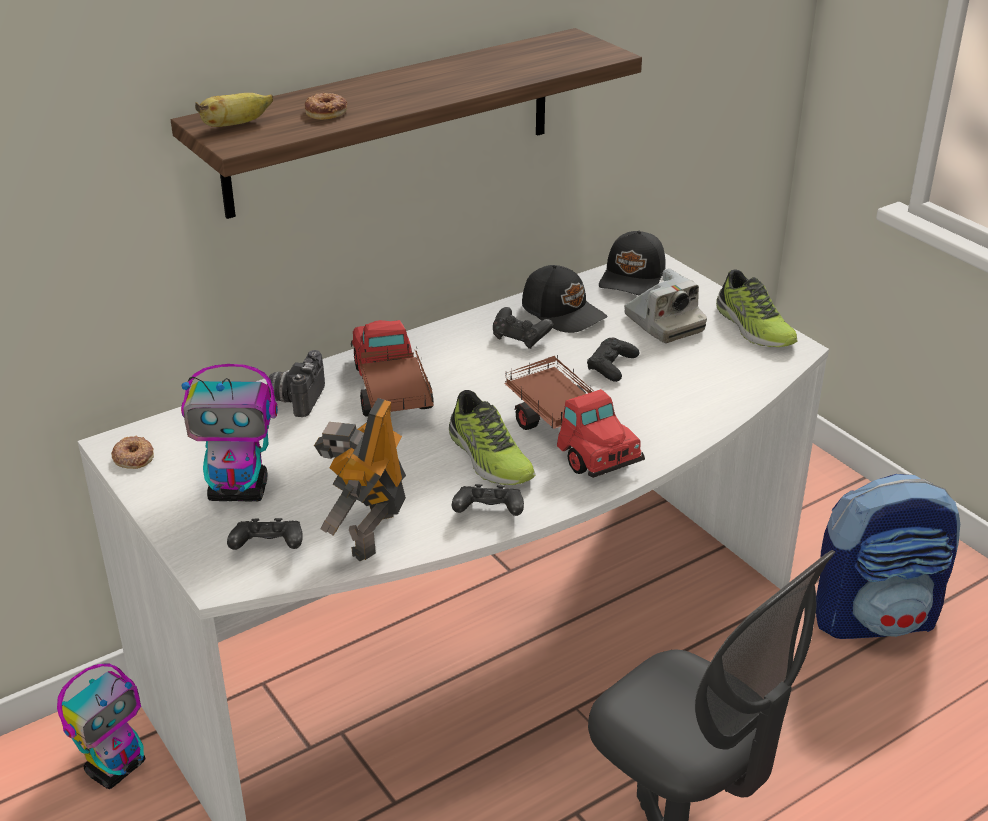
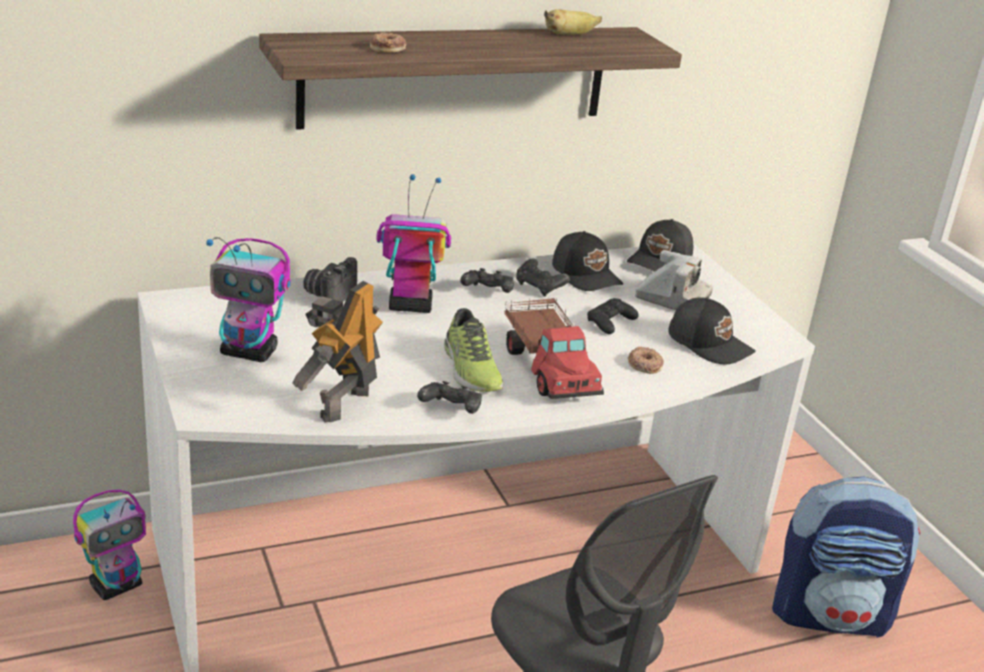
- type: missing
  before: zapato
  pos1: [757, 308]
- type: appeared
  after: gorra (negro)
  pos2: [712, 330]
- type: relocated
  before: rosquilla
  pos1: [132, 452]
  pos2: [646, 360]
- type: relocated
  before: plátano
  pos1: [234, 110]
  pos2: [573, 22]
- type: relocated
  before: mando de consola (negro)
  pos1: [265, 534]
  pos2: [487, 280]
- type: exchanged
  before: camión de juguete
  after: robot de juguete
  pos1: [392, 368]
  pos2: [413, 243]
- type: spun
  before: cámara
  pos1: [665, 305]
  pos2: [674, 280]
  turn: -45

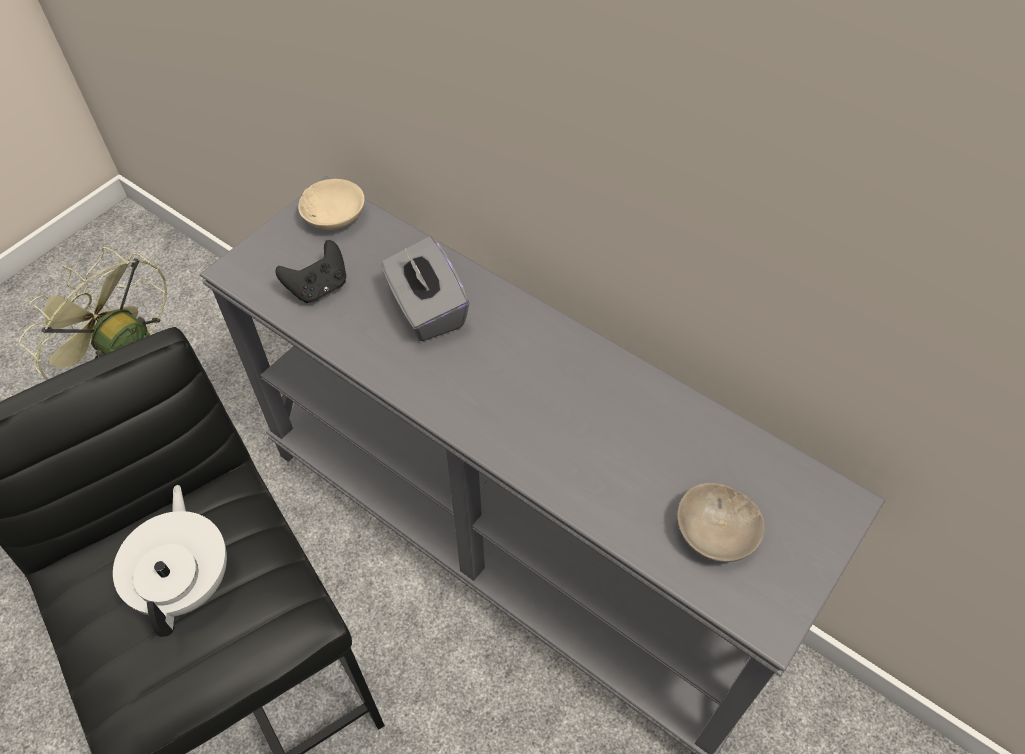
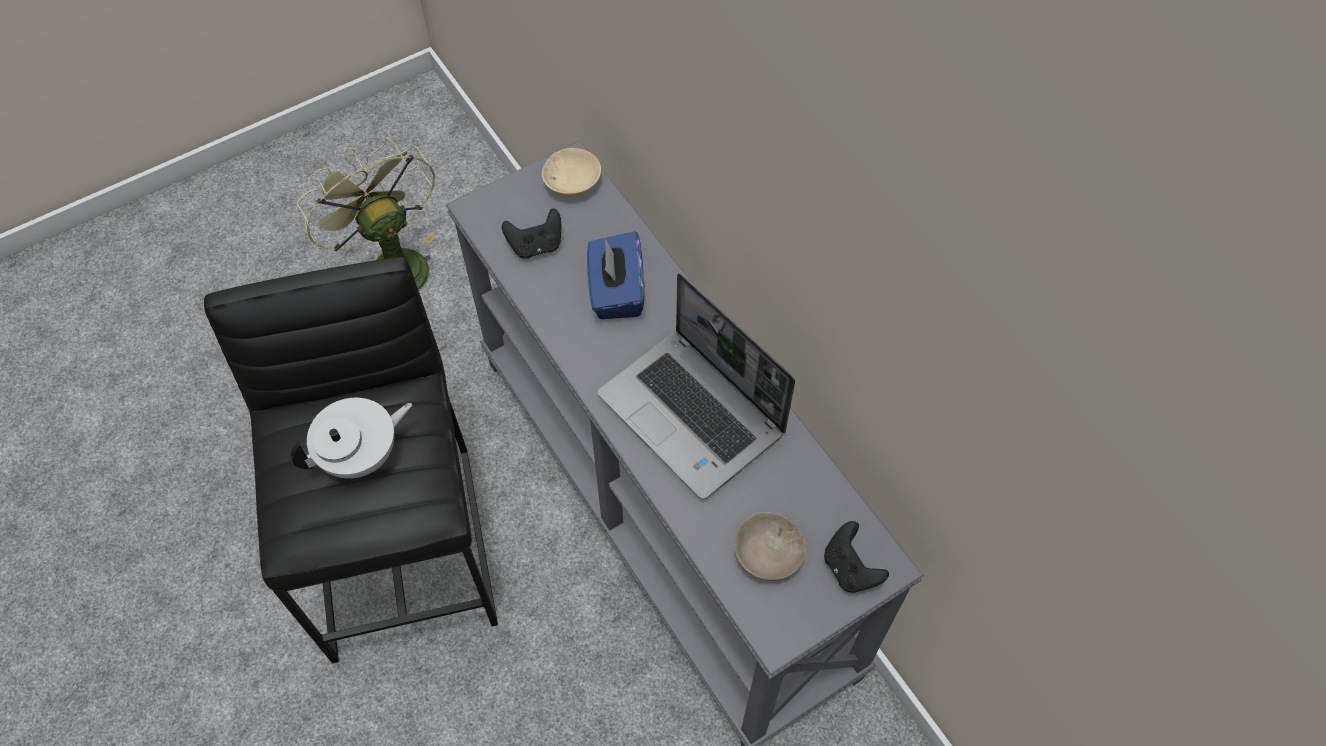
- type: appeared
  after: portátil
  pos2: [696, 386]
- type: appeared
  after: mando de consola (negro)
  pos2: [856, 557]
- type: colour
  before: caja de pañuelos (gris)
  after: caja de pañuelos (azul)
  pos1: [425, 288]
  pos2: [616, 275]
- type: spun
  before: tetera (blanco)
  pos1: [170, 561]
  pos2: [351, 438]
  turn: 45

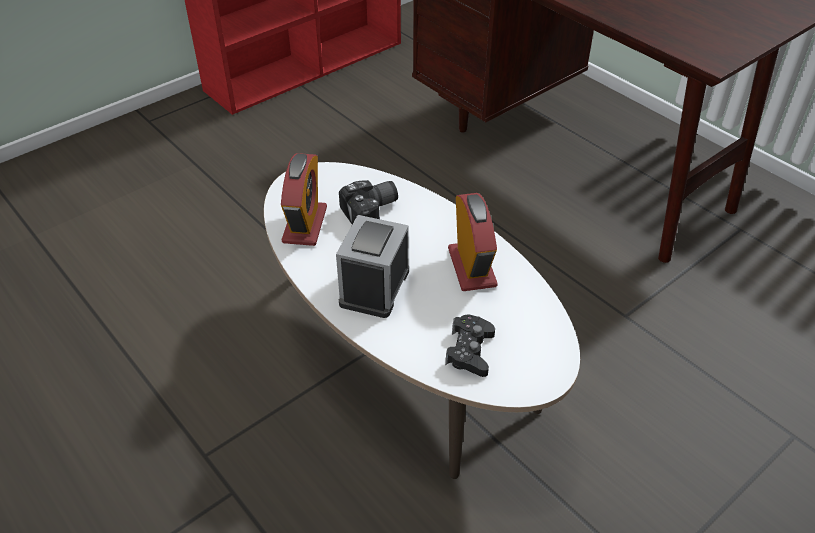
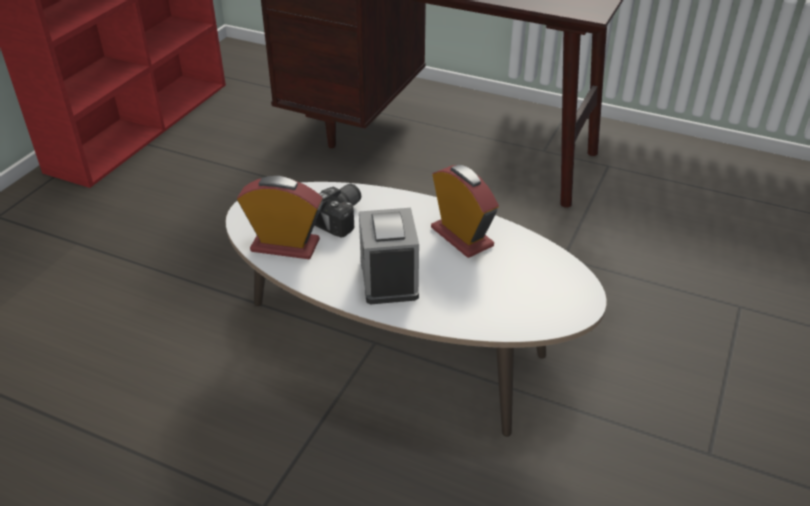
- type: missing
  before: mando de consola (negro)
  pos1: [470, 346]
- type: spun
  before: despertador
  pos1: [304, 199]
  pos2: [280, 217]
  turn: -60

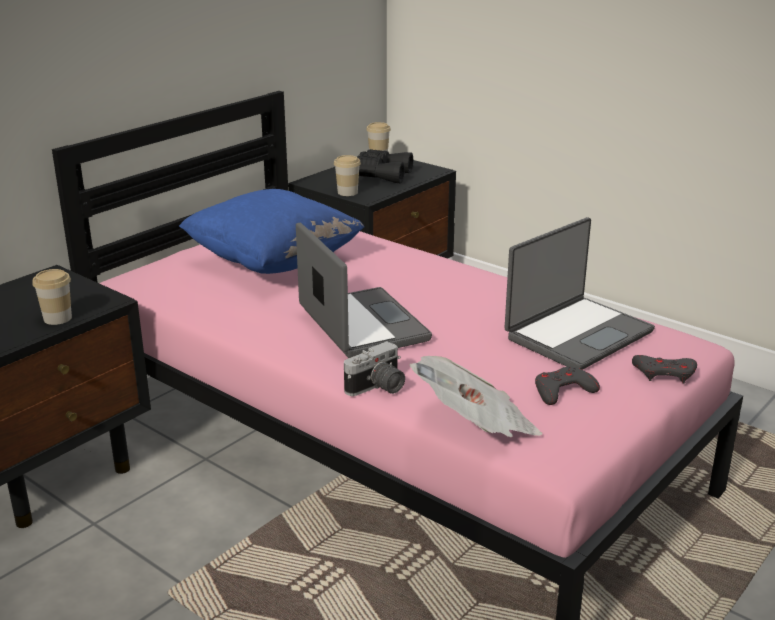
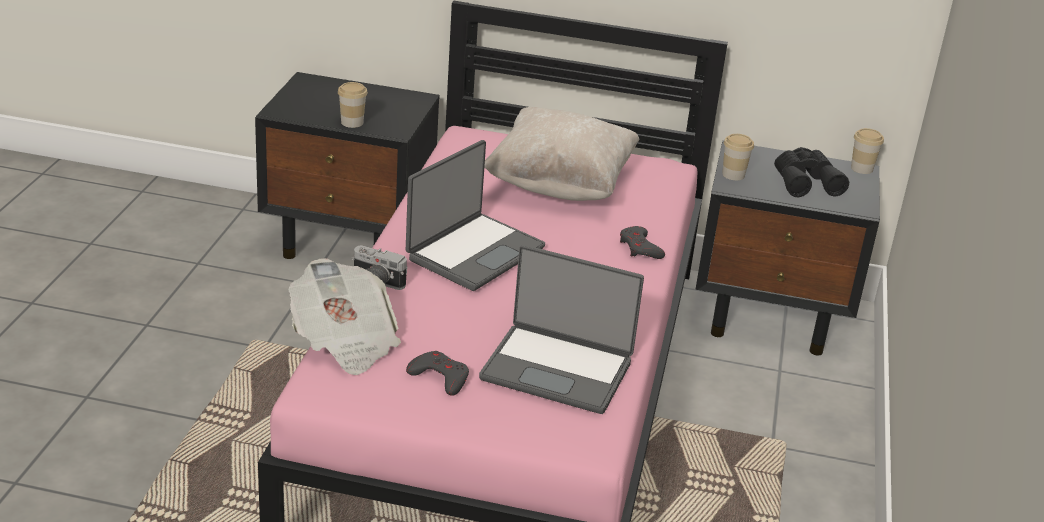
- type: relocated
  before: mando de consola (gris)
  pos1: [664, 369]
  pos2: [642, 242]
- type: colour
  before: cojín (azul)
  after: cojín (beis)
  pos1: [272, 231]
  pos2: [562, 154]

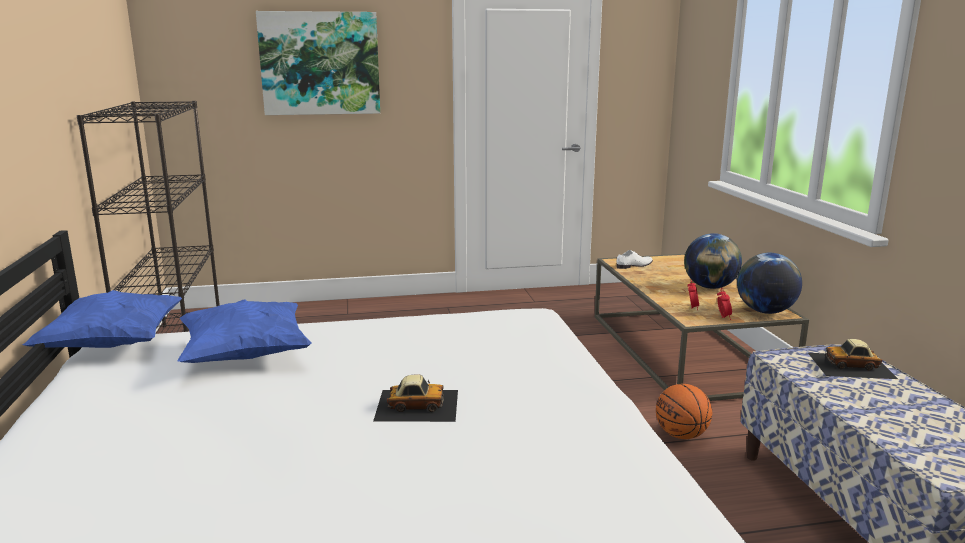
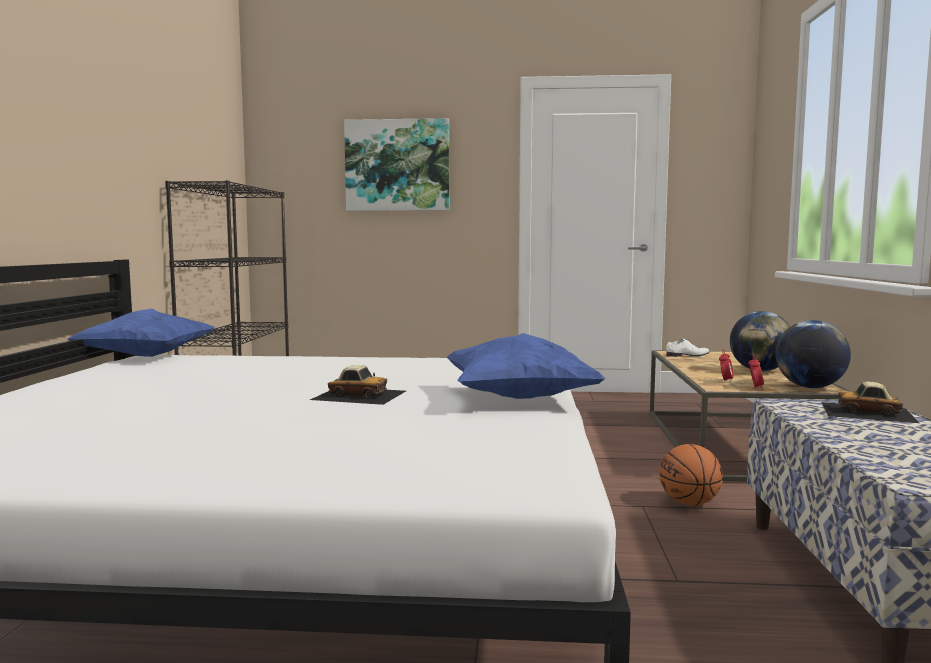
- type: relocated
  before: cojín (azul)
  pos1: [244, 331]
  pos2: [526, 366]

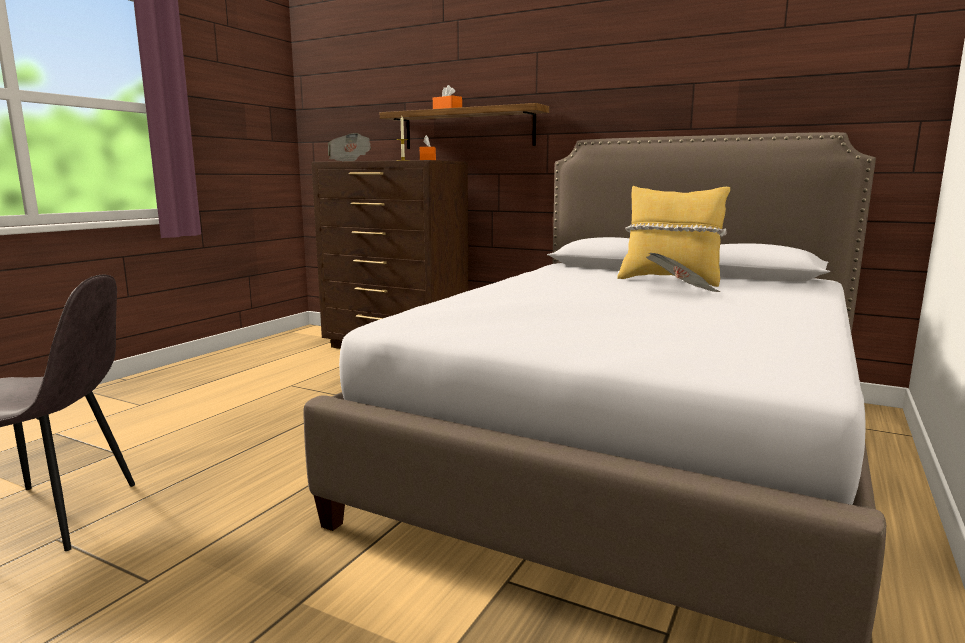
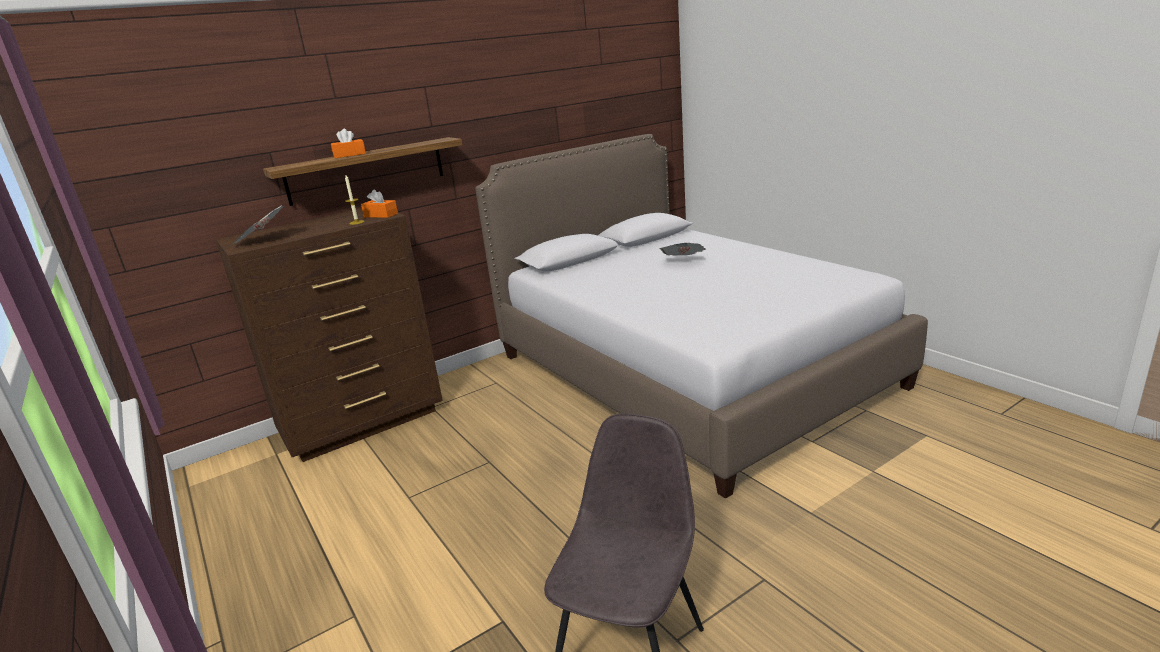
- type: missing
  before: cojín (amarillo)
  pos1: [673, 236]

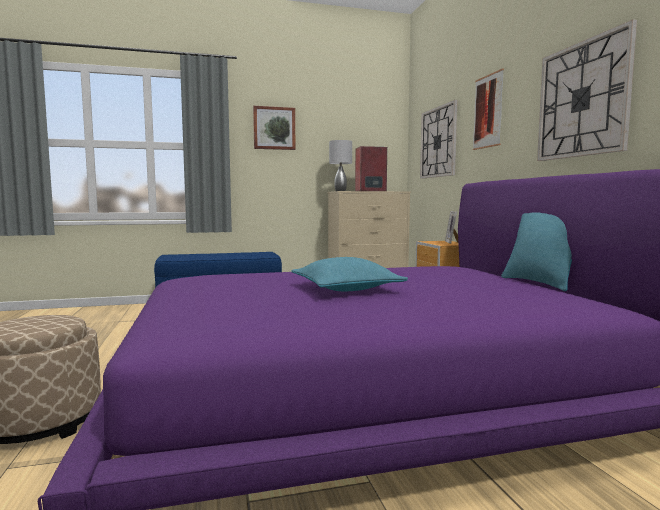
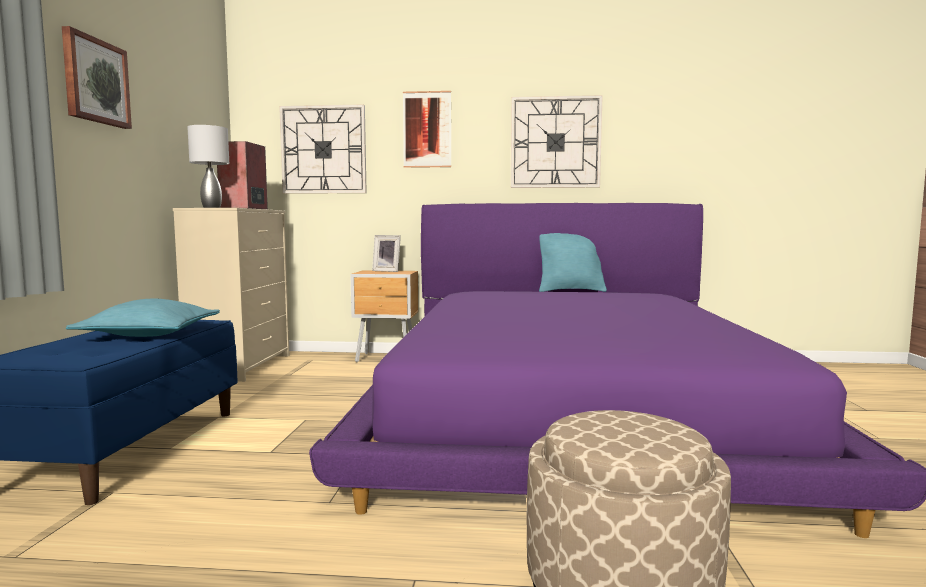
- type: relocated
  before: cojín (turquesa)
  pos1: [349, 274]
  pos2: [143, 318]

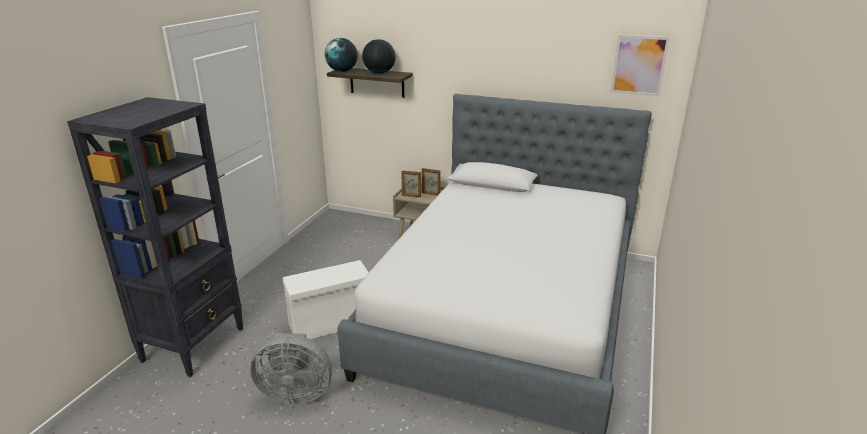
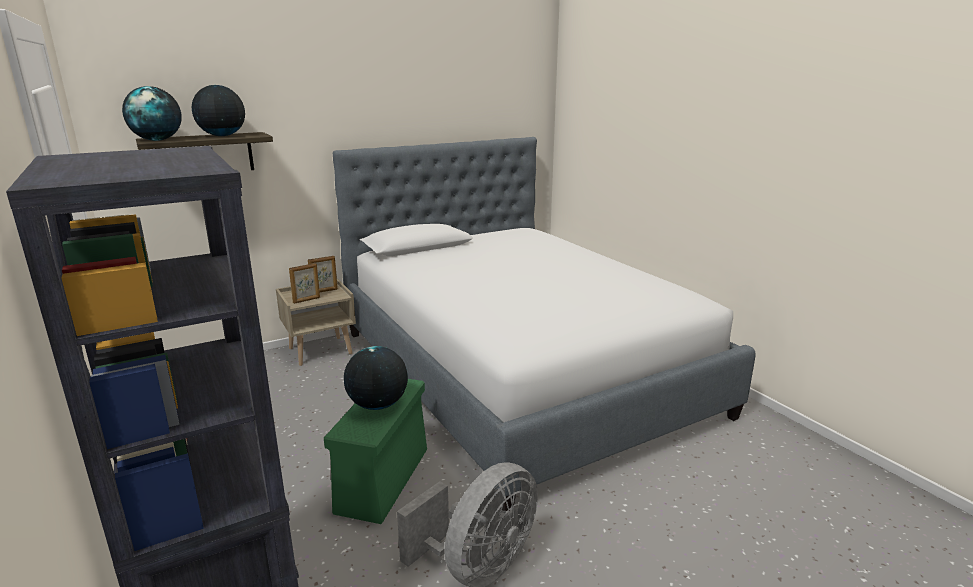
- type: missing
  before: cuadro
  pos1: [640, 65]
- type: appeared
  after: globo terráqueo
  pos2: [376, 378]
- type: colour
  before: caja de almacenaje (blanco)
  after: caja de almacenaje (verde)
  pos1: [325, 299]
  pos2: [375, 451]

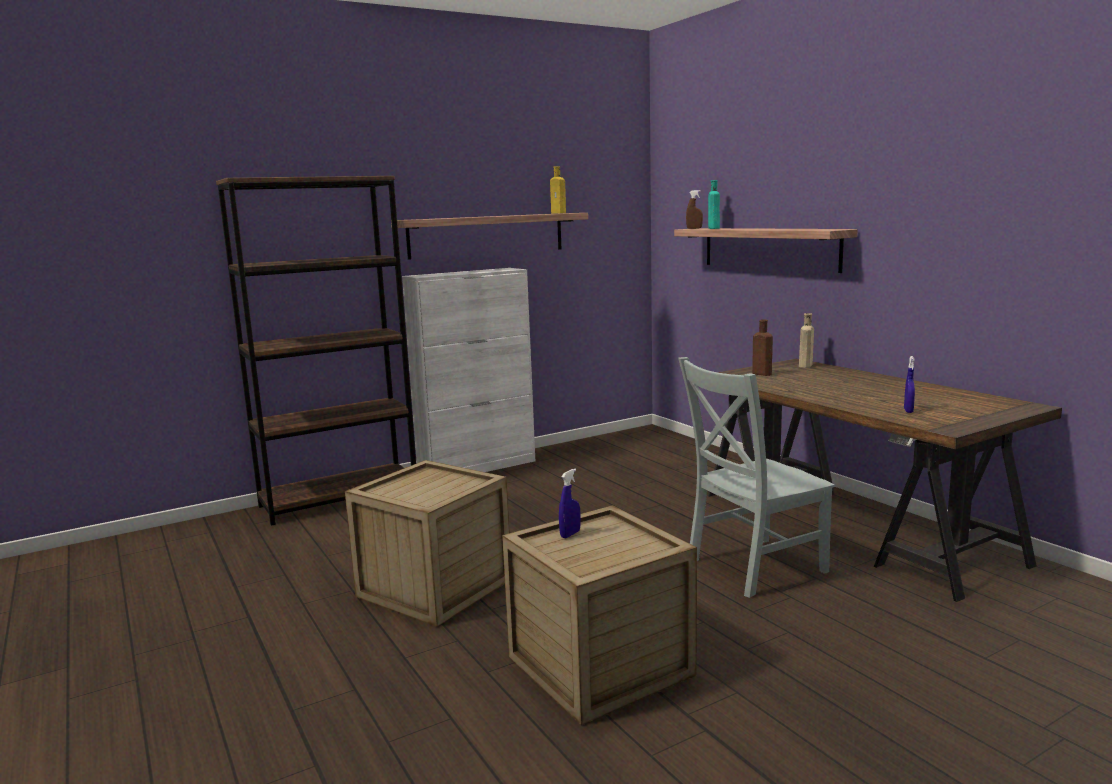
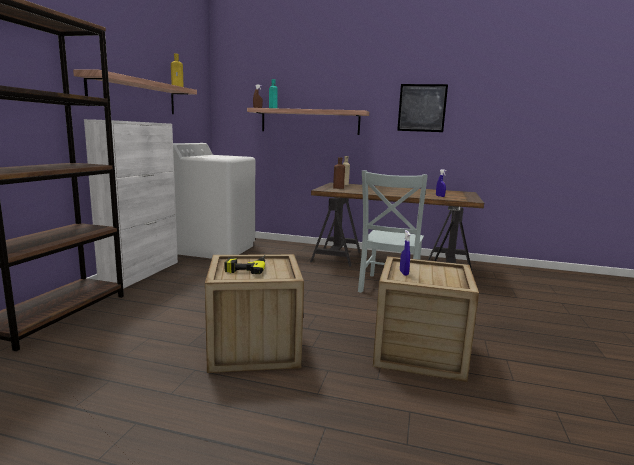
- type: appeared
  after: lavadora (blanco)
  pos2: [214, 201]
- type: appeared
  after: taladro
  pos2: [245, 264]
- type: appeared
  after: cuadro
  pos2: [422, 108]

